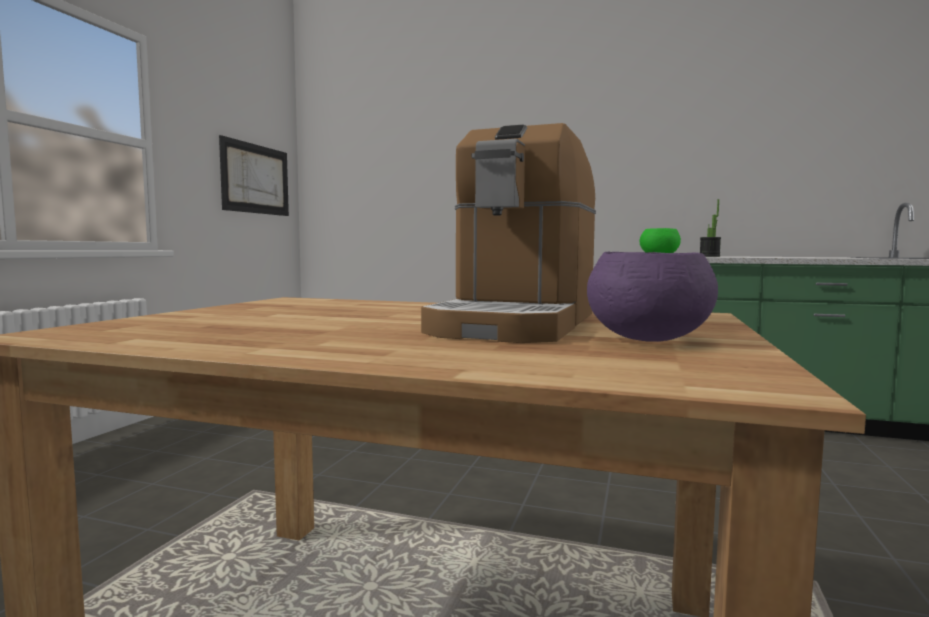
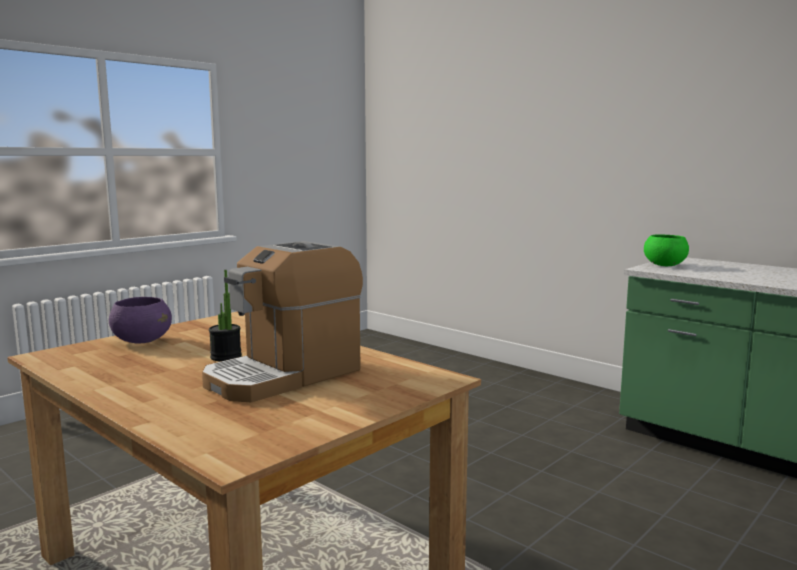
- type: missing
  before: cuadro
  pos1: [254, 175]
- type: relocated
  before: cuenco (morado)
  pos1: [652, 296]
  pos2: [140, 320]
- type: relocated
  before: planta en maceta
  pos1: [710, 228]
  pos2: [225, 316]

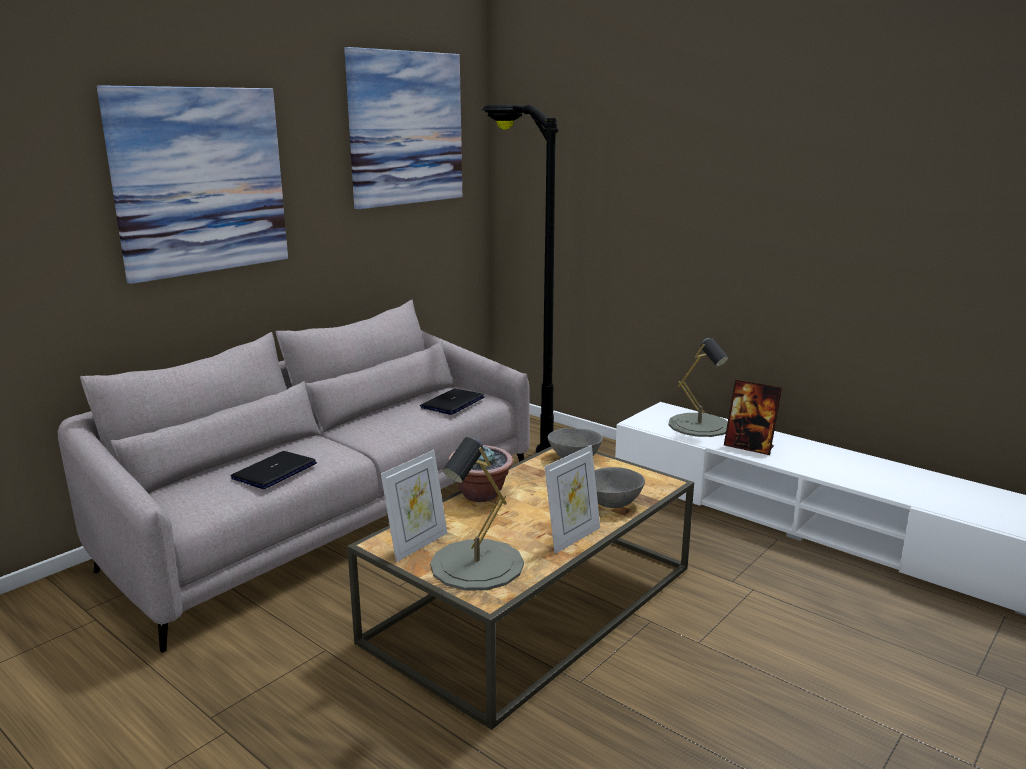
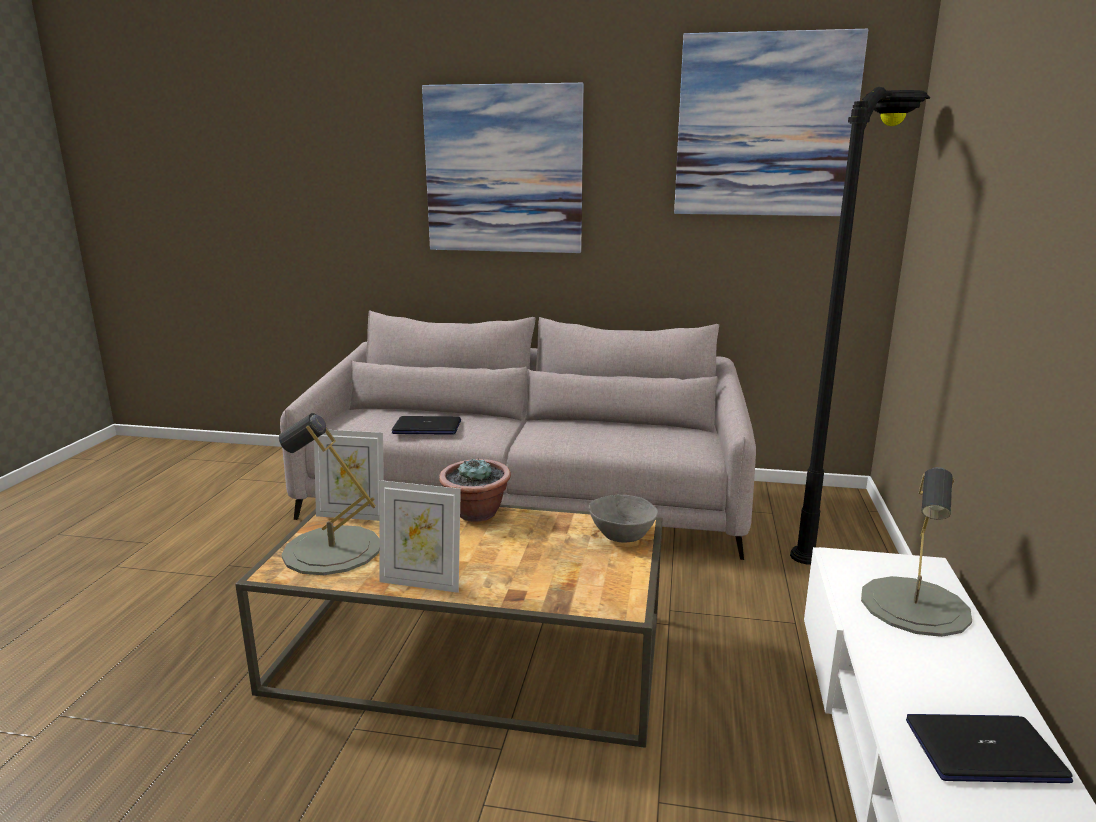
- type: missing
  before: cuenco (gris)
  pos1: [619, 487]
- type: missing
  before: portarretratos
  pos1: [753, 417]
- type: relocated
  before: portátil
  pos1: [452, 402]
  pos2: [989, 748]

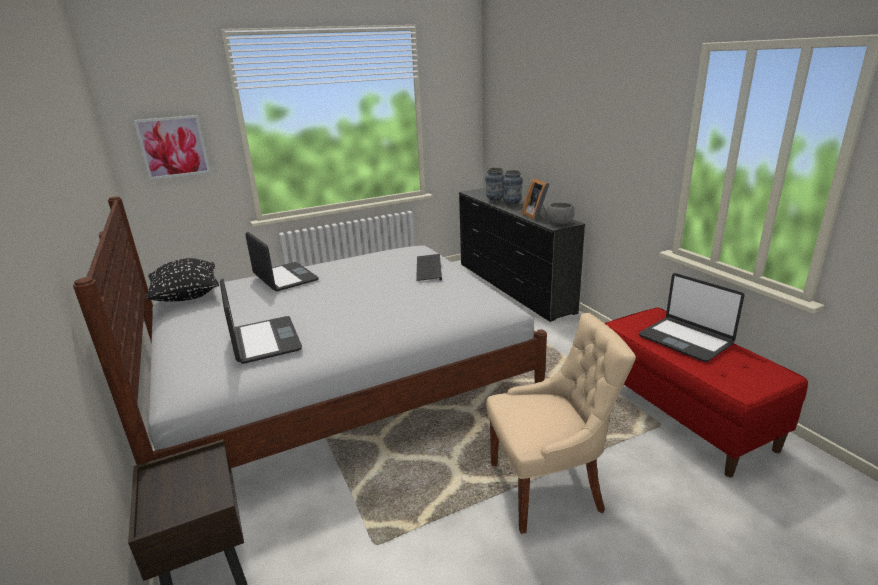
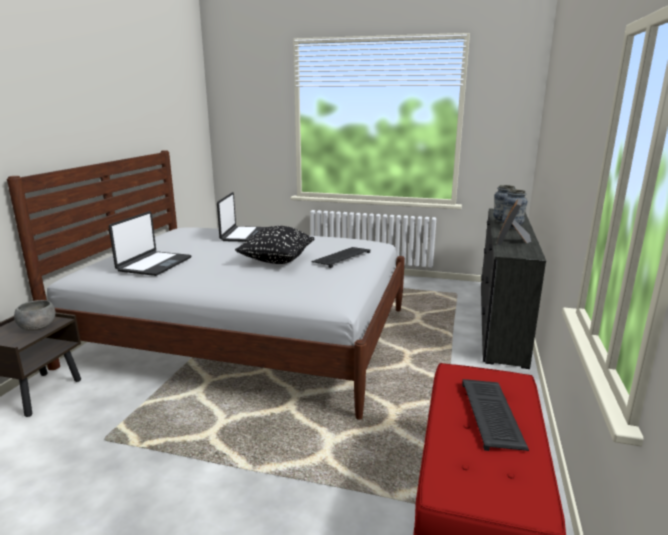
- type: missing
  before: cuadro
  pos1: [172, 147]
- type: missing
  before: silla (beis)
  pos1: [561, 423]
- type: relocated
  before: cojín (negro)
  pos1: [182, 279]
  pos2: [275, 245]
- type: relocated
  before: cuenco (gris)
  pos1: [561, 214]
  pos2: [34, 315]
- type: exchanged
  before: portátil
  after: teclado
  pos1: [691, 317]
  pos2: [495, 415]

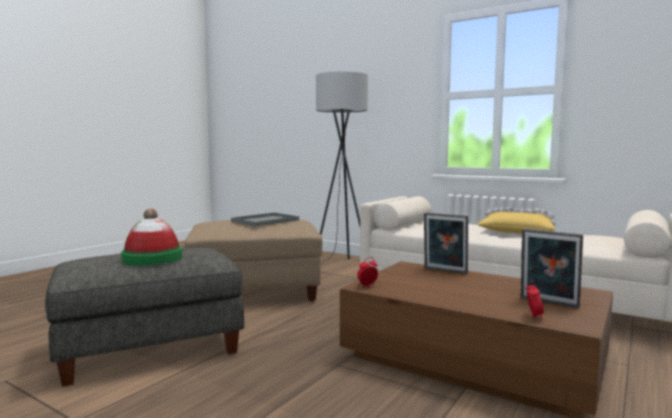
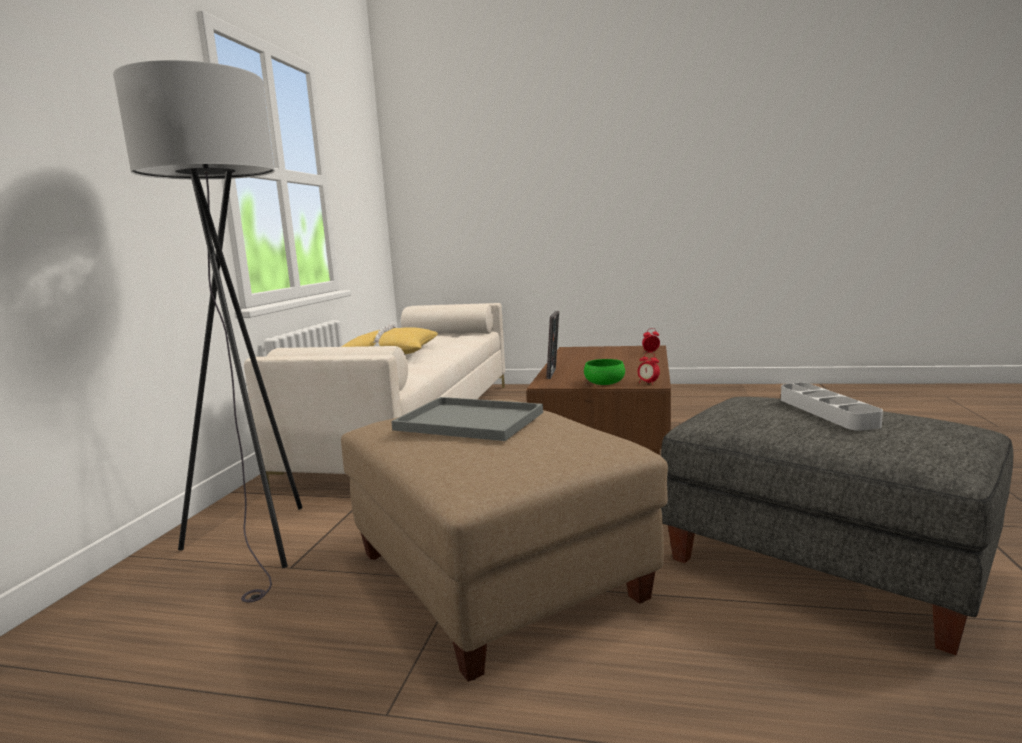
- type: missing
  before: portarretratos
  pos1: [552, 268]
- type: appeared
  after: cuenco (verde)
  pos2: [604, 372]
- type: exchanged
  before: sombrero
  after: bandeja (gris)
  pos1: [151, 237]
  pos2: [832, 407]

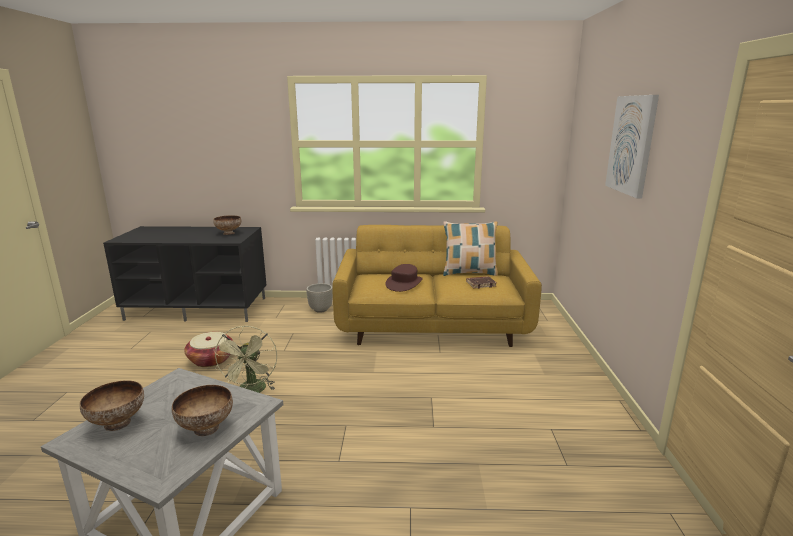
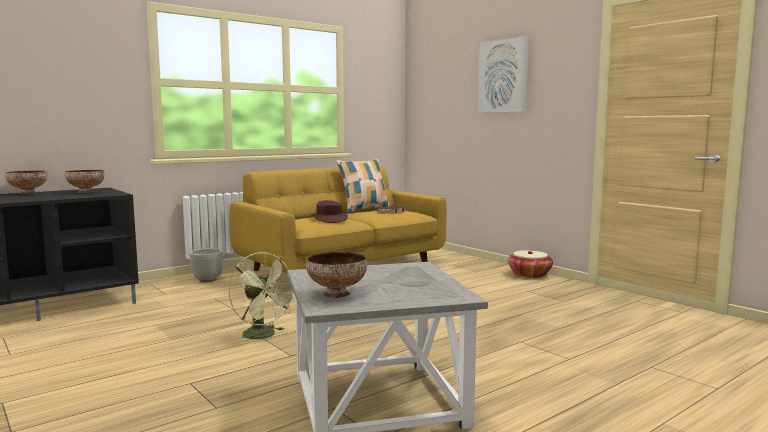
- type: relocated
  before: cuenco
  pos1: [202, 410]
  pos2: [26, 182]
- type: relocated
  before: cesta
  pos1: [208, 349]
  pos2: [530, 264]

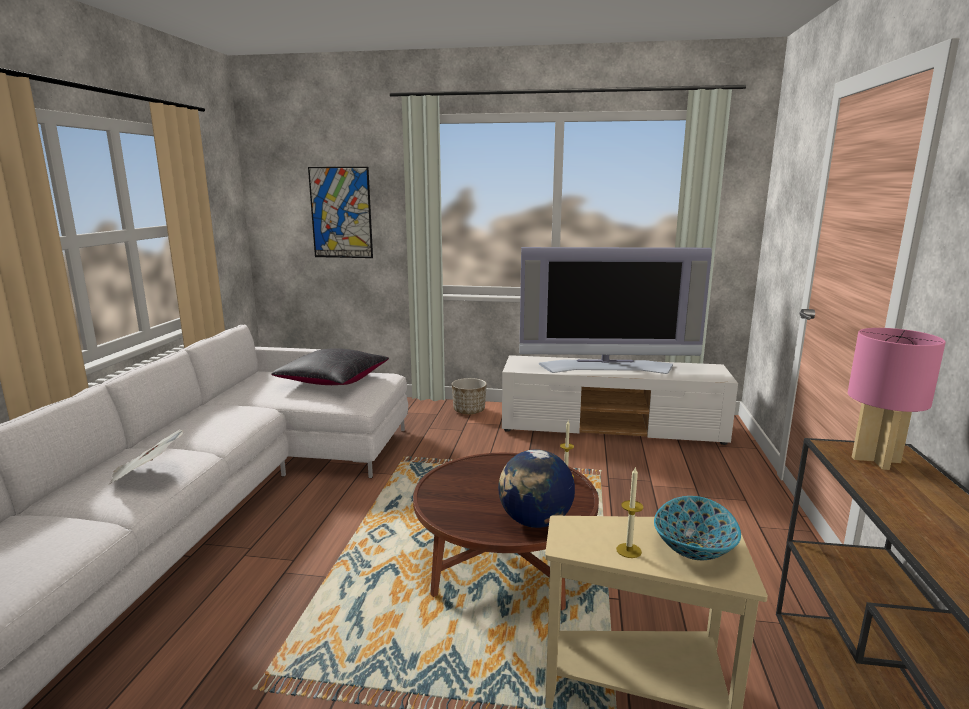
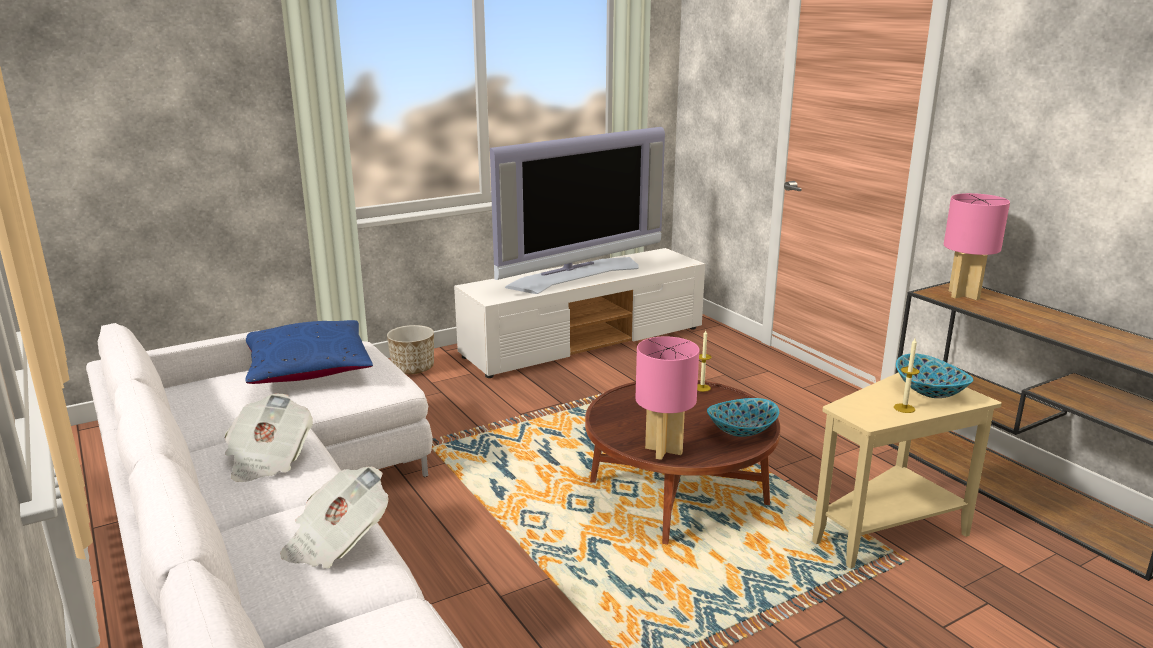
- type: missing
  before: cuadro
  pos1: [340, 212]
- type: appeared
  after: periódico
  pos2: [269, 437]
- type: appeared
  after: lámpara de mesa (rosa)
  pos2: [667, 398]
- type: exchanged
  before: globo terráqueo
  after: cuenco
  pos1: [536, 488]
  pos2: [743, 417]
- type: colour
  before: cojín (negro)
  after: cojín (azul)
  pos1: [330, 366]
  pos2: [309, 352]

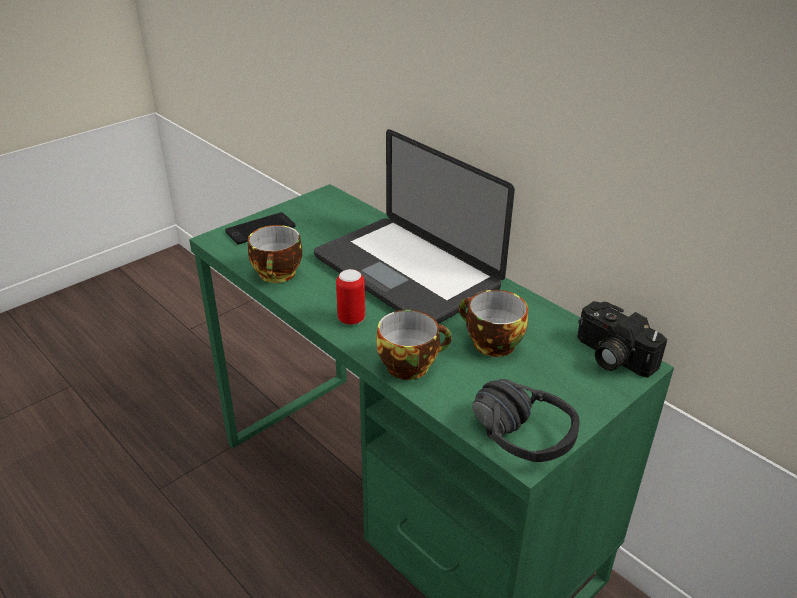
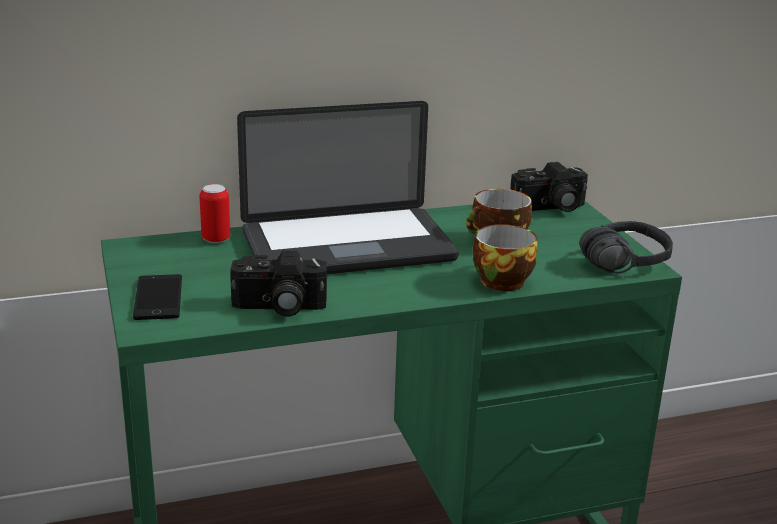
- type: relocated
  before: lata
  pos1: [350, 297]
  pos2: [214, 213]
- type: exchanged
  before: taza
  after: cámara
  pos1: [275, 254]
  pos2: [278, 283]

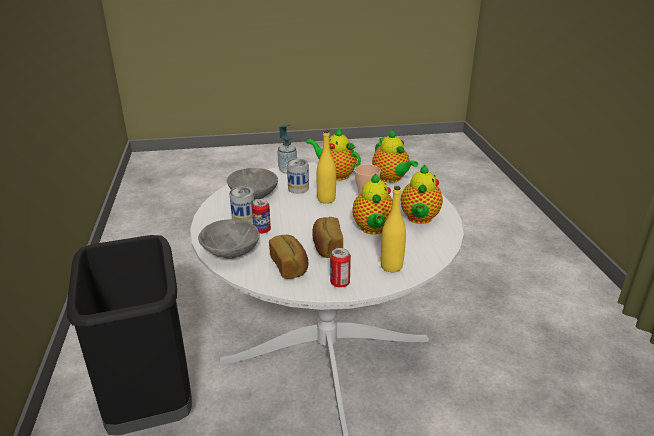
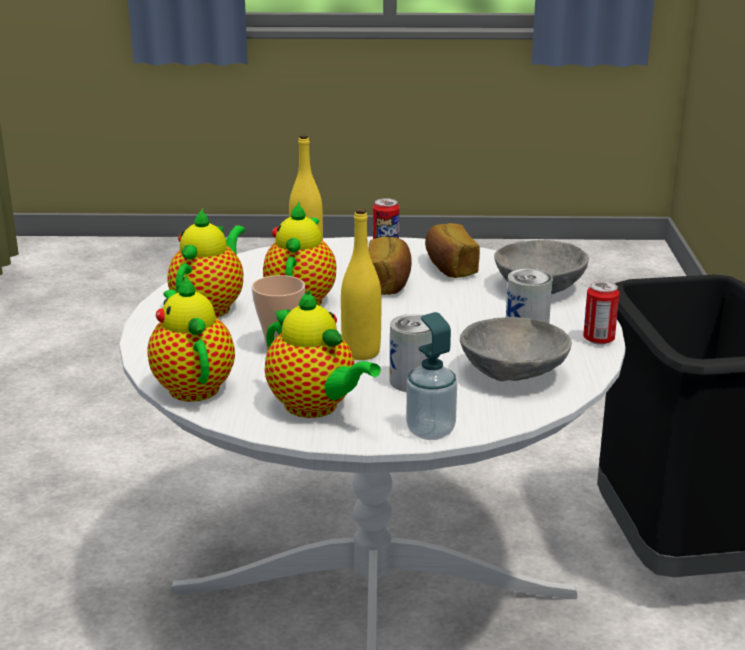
- type: relocated
  before: lata
  pos1: [261, 216]
  pos2: [601, 313]

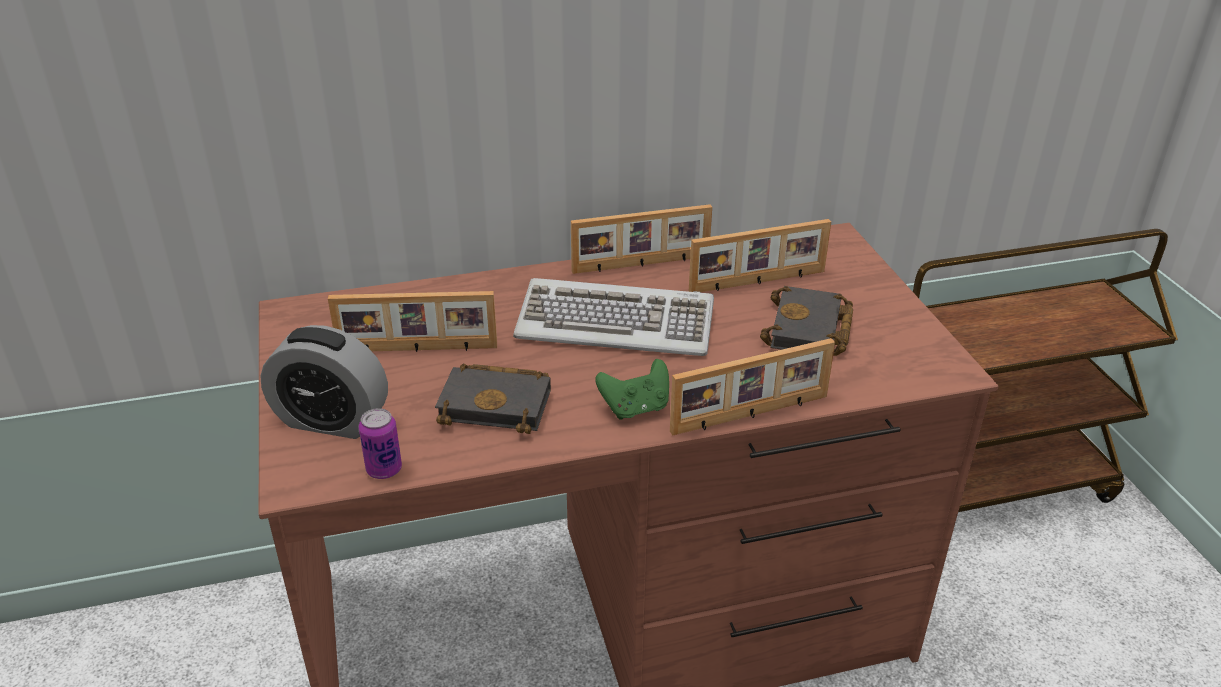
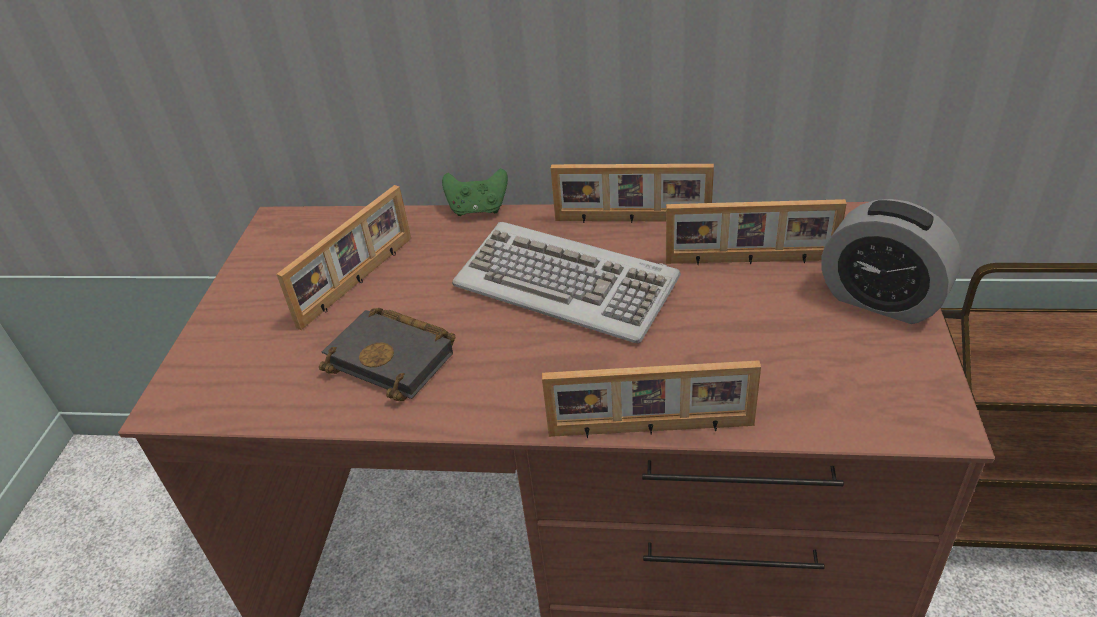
- type: missing
  before: lata
  pos1: [380, 443]
- type: missing
  before: libro (negro)
  pos1: [806, 321]
- type: relocated
  before: despertador
  pos1: [324, 382]
  pos2: [891, 261]
- type: relocated
  before: mando de consola (verde)
  pos1: [632, 389]
  pos2: [475, 192]
- type: spun
  before: portarretratos
  pos1: [412, 321]
  pos2: [343, 257]
  turn: -75

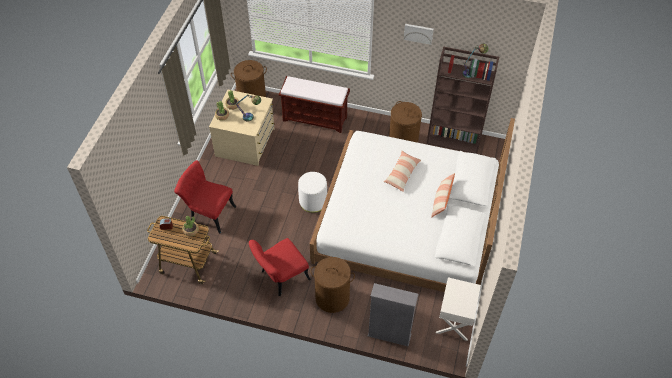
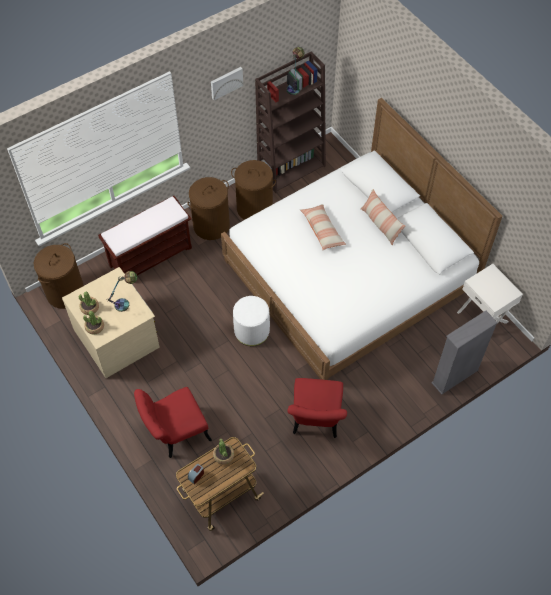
- type: relocated
  before: cesto de la ropa (marrón)
  pos1: [332, 285]
  pos2: [209, 208]

